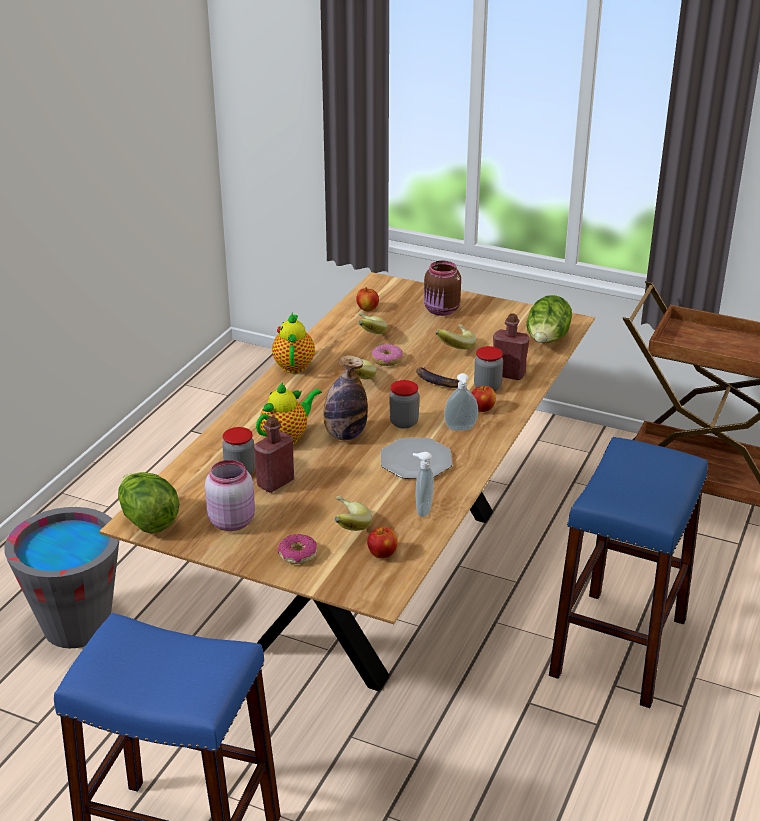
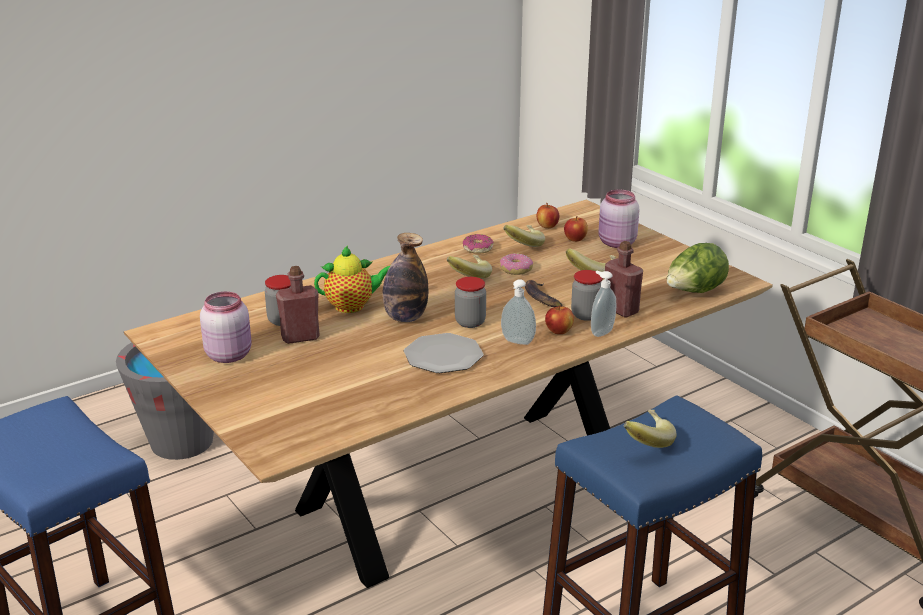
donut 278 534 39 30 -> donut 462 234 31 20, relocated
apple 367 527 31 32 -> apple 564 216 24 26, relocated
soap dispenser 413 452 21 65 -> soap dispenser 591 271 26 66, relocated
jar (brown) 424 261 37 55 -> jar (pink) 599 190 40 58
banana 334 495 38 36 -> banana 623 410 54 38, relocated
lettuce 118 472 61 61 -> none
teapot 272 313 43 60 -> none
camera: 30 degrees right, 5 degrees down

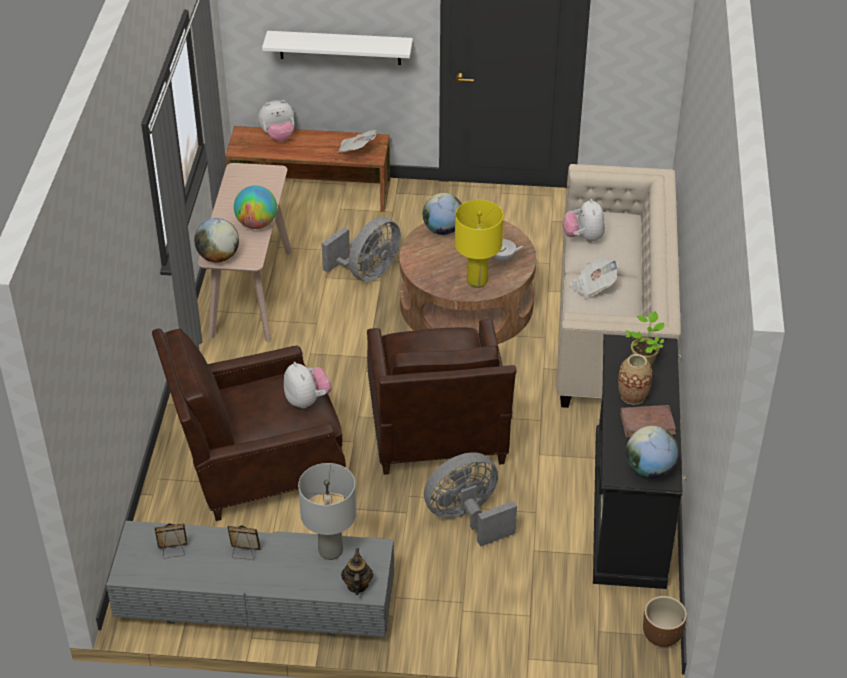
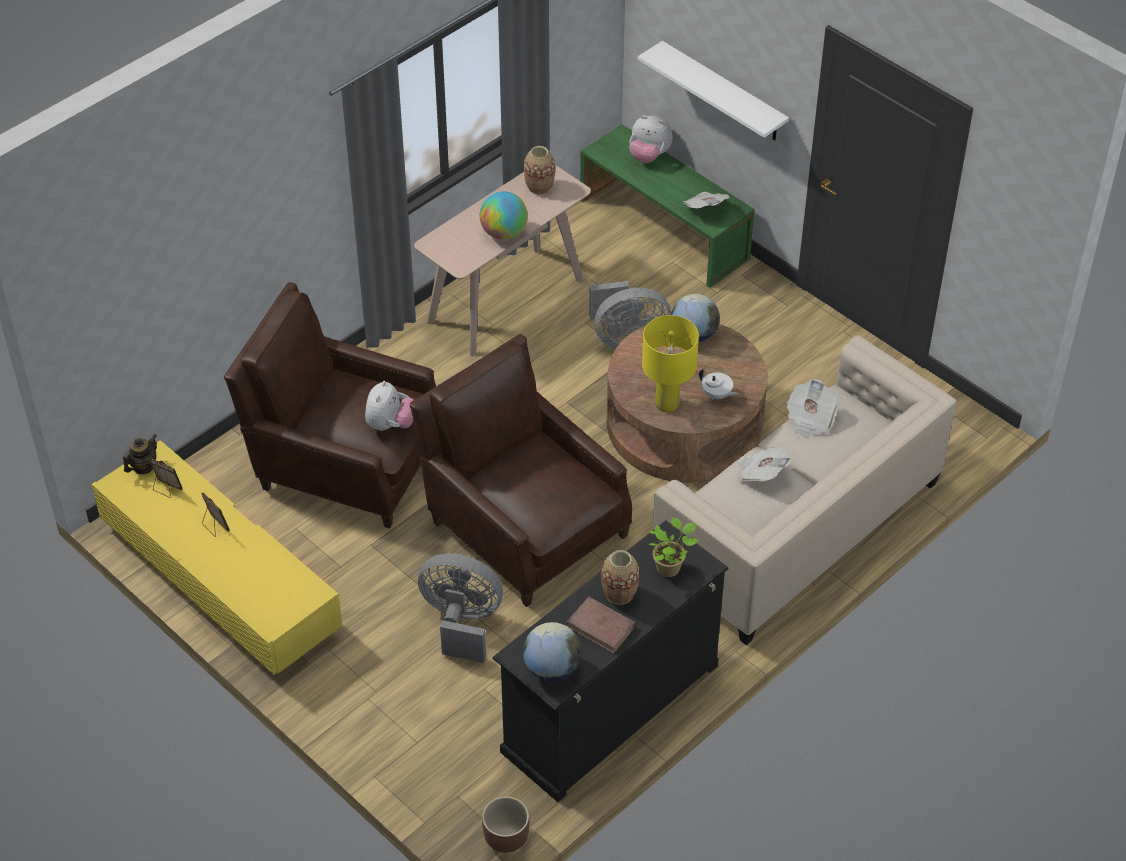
tv stand (grey) 106 521 288 116 -> tv stand (yellow) 91 440 252 235
teapot 341 548 32 47 -> teapot 123 434 34 40, relocated
armchair (brown) 367 319 149 156 -> armchair (brown) 410 334 222 273, 105 degrees clockwise
none -> vase 524 146 31 49
bench (brown) 225 126 165 86 -> bench (green) 580 124 175 164
plush toy 563 199 42 44 -> newspaper 786 379 53 59
globe 194 218 45 44 -> none
table lamp (grey) 298 463 59 97 -> none
camera: 40 degrees right, 5 degrees up

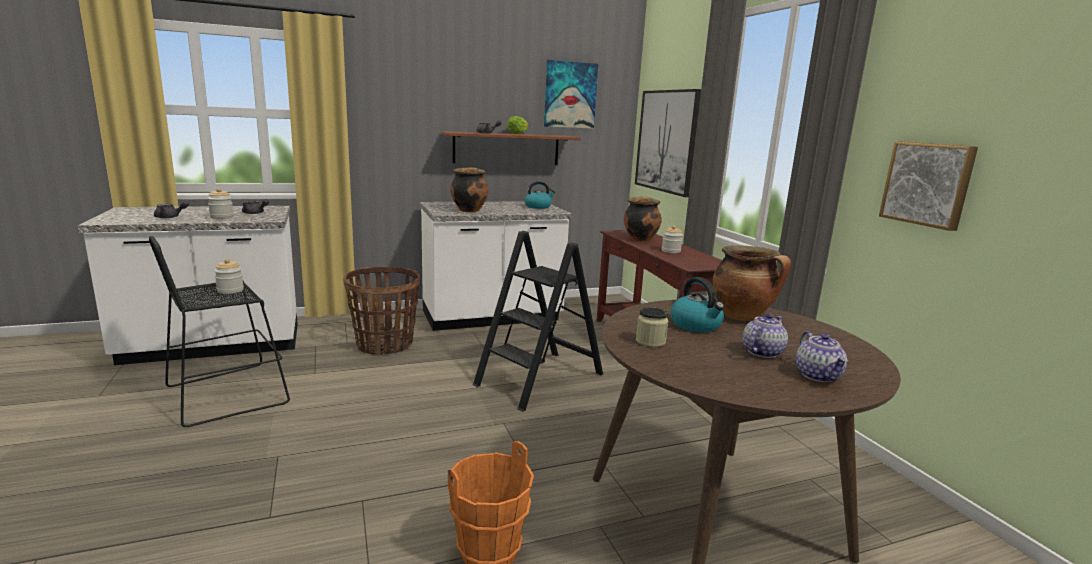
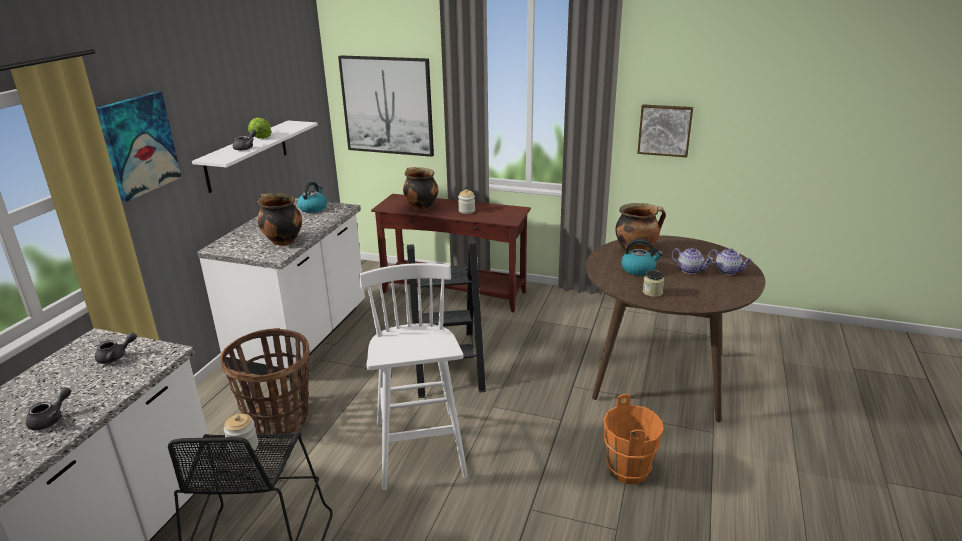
picture 544 60 54 69 -> picture 96 91 85 111, relocated
shelf (brown) 441 131 140 34 -> shelf (white) 192 120 126 73
none -> stool (white) 359 263 109 227
teapot 743 313 45 45 -> teapot 671 248 42 26, 135 degrees clockwise
jar 207 188 27 31 -> none
camera: 50 degrees left, 10 degrees up

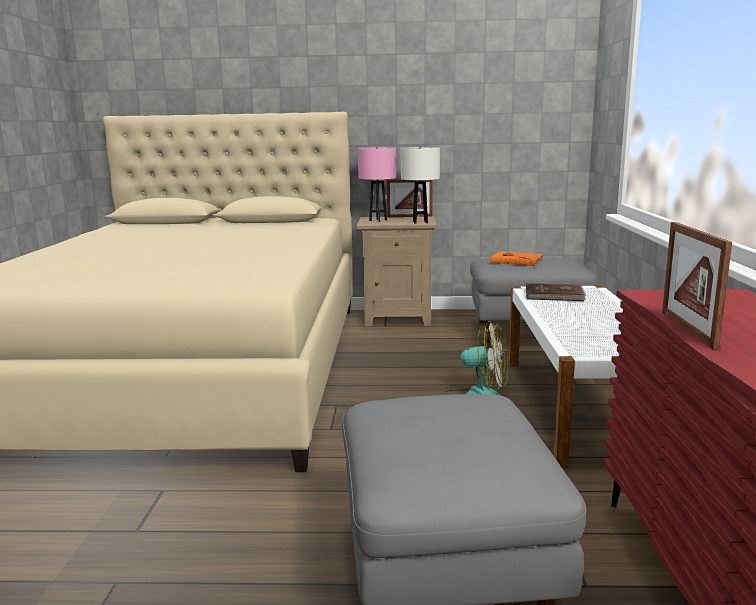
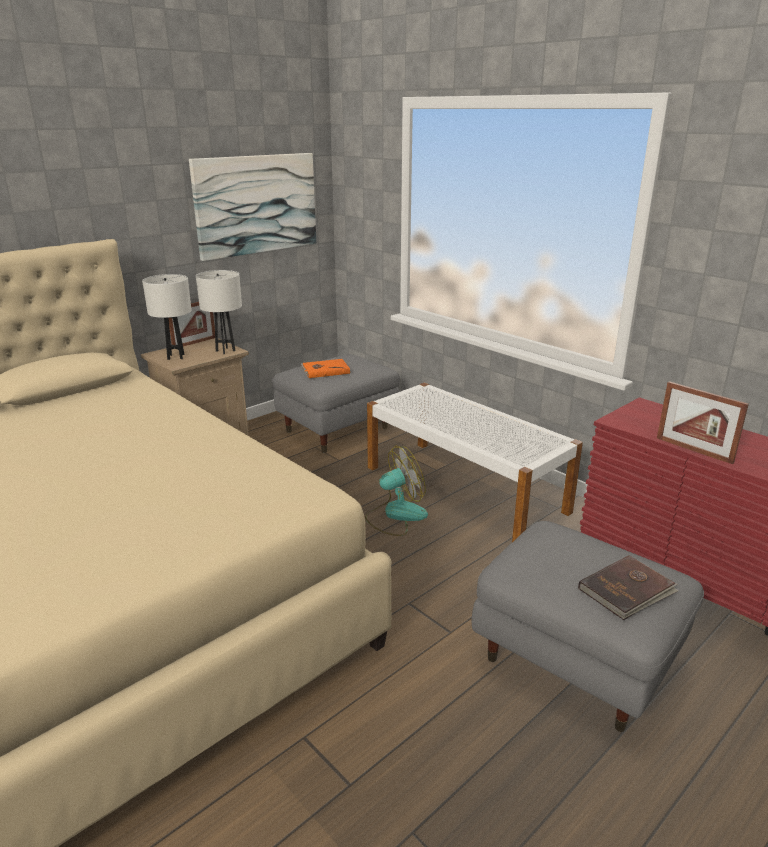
table lamp (pink) 358 147 38 75 -> table lamp (white) 142 274 50 86
none -> picture 189 153 127 108
book (brown) 526 283 61 18 -> book (brown) 578 555 101 65, relocated
camera: 45 degrees left, 10 degrees up

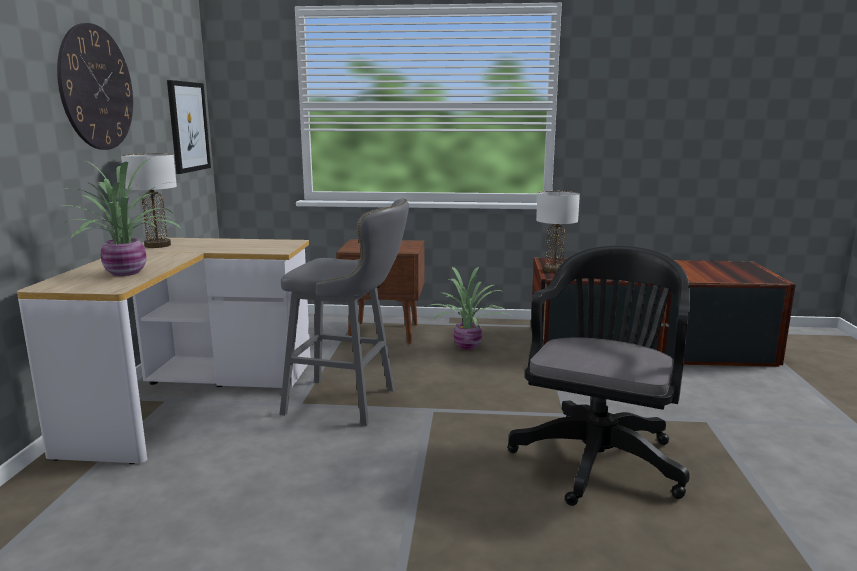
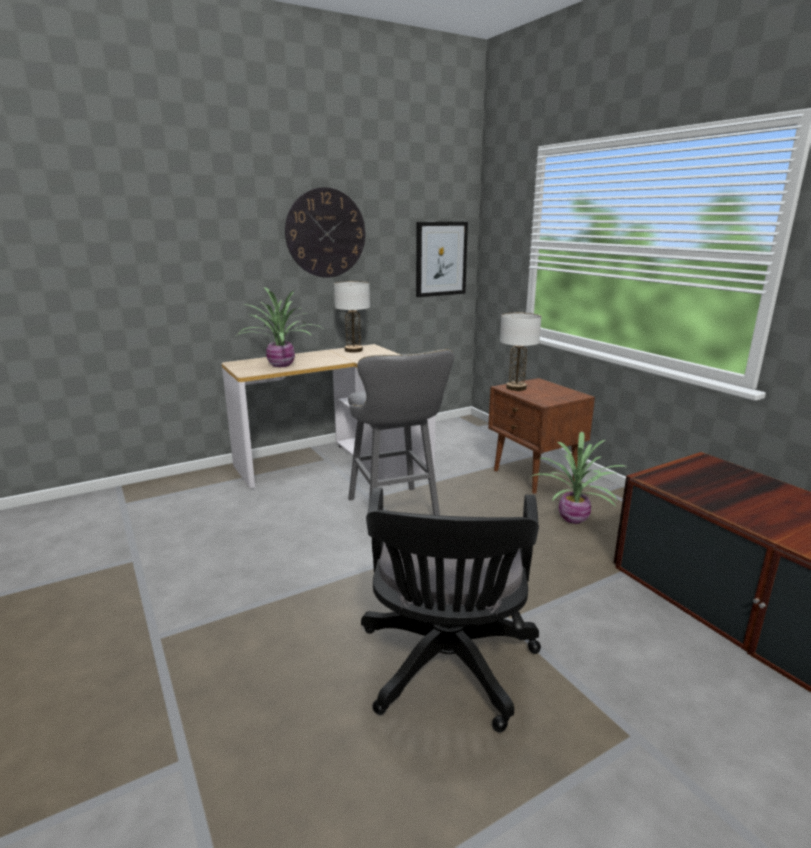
office chair (black) 507 246 183 260 -> office chair (black) 361 487 180 245, 105 degrees clockwise
table lamp 536 191 44 82 -> table lamp 500 313 42 78, relocated
camera: 55 degrees right, 5 degrees up

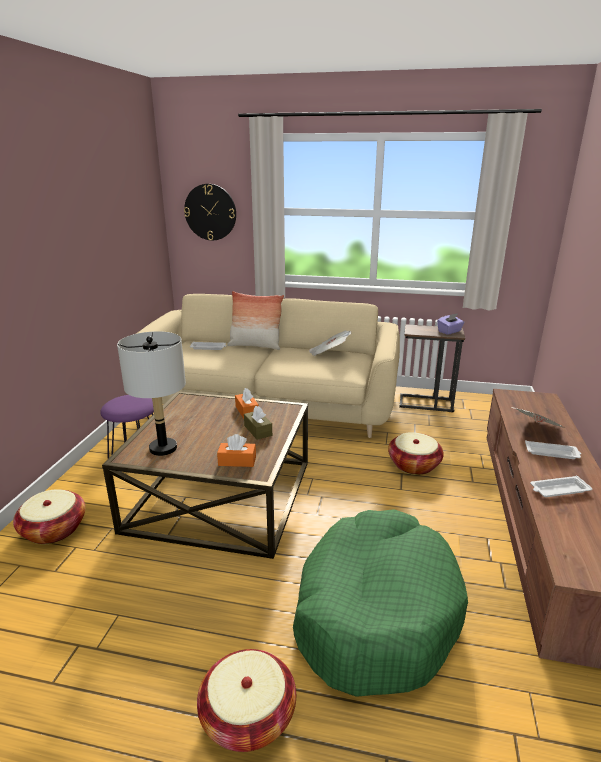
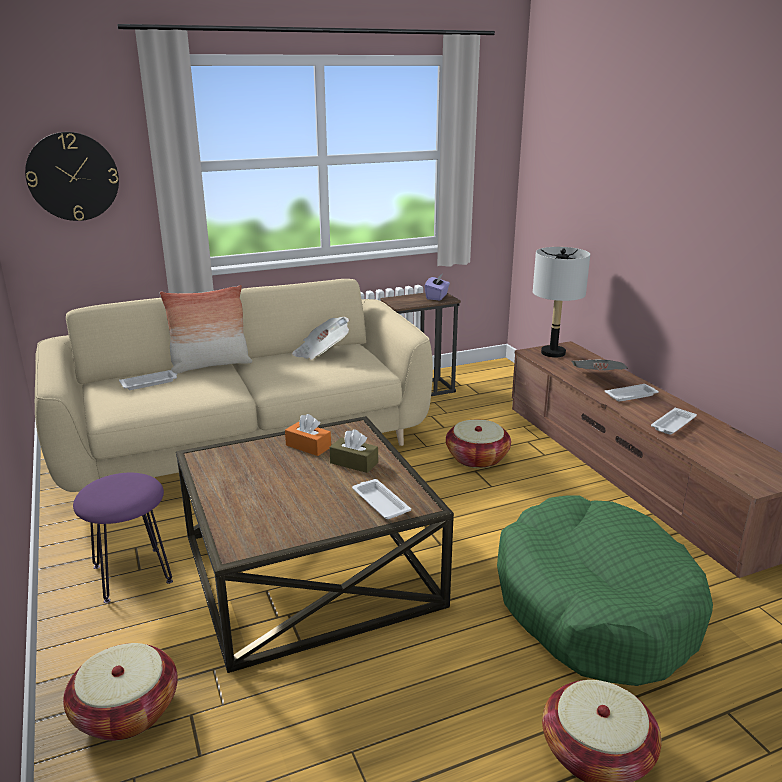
tissue box (orange) 217 434 39 33 -> tray (white) 352 479 59 40
table lamp (grey) 117 331 69 125 -> table lamp (grey) 533 247 57 111, relocated
camera: 35 degrees left, 0 degrees up

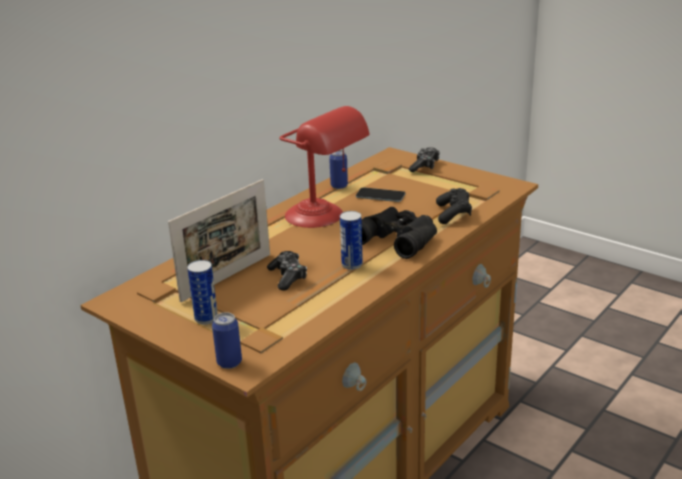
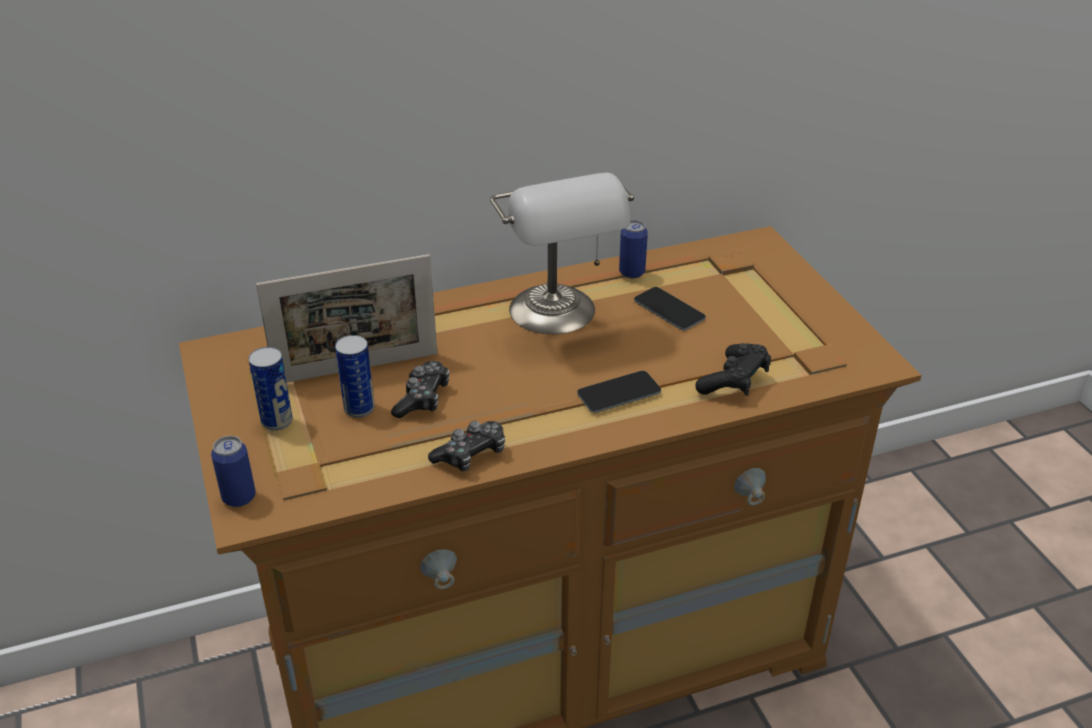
can 340 211 23 59 -> can 335 335 40 83, relocated
game controller 409 148 31 24 -> game controller 428 421 77 51, relocated
table lamp (red) 279 106 90 122 -> table lamp (white) 490 173 144 161
binoculars (black) 361 207 76 52 -> phone 577 371 84 42
camera: 30 degrees right, 10 degrees up

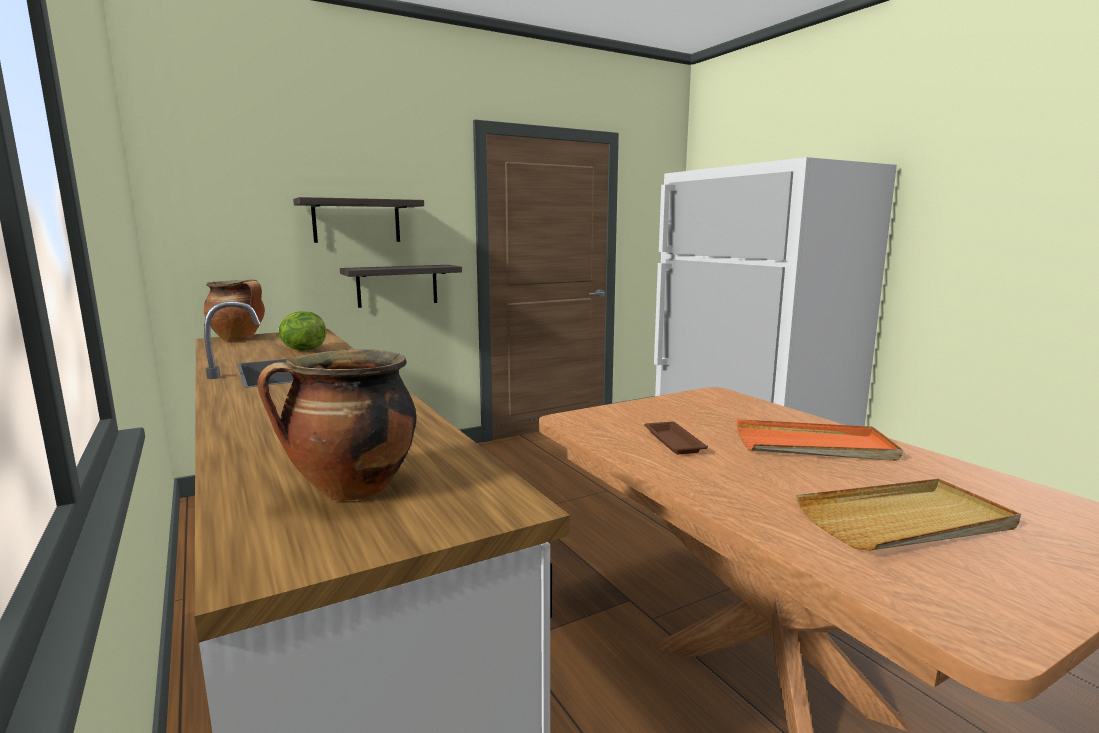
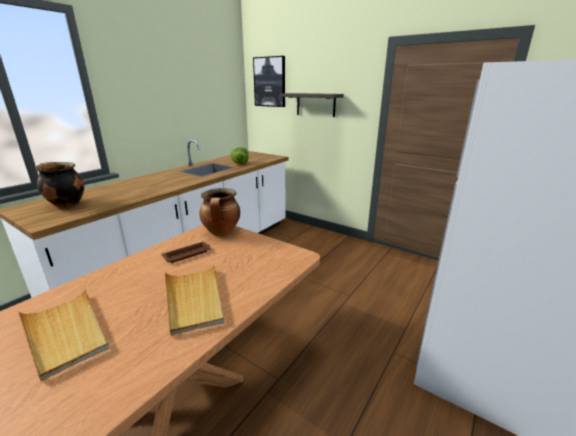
tray (orange) 737 419 166 42 -> tray (beige) 165 263 59 72
cooking pot 204 280 61 61 -> cooking pot 199 188 41 48, relocated
none -> picture 253 56 32 51
shelf 340 265 122 43 -> none
camera: 65 degrees right, 10 degrees up

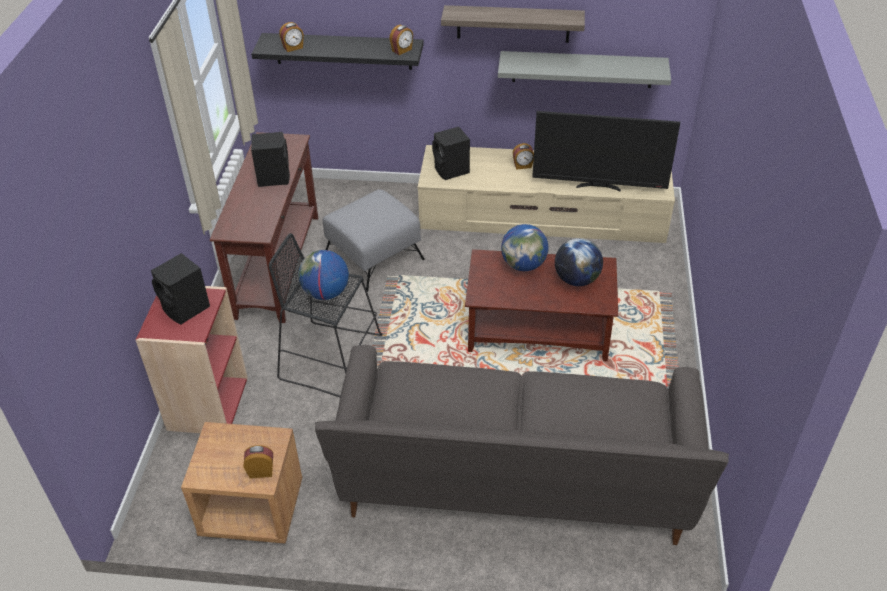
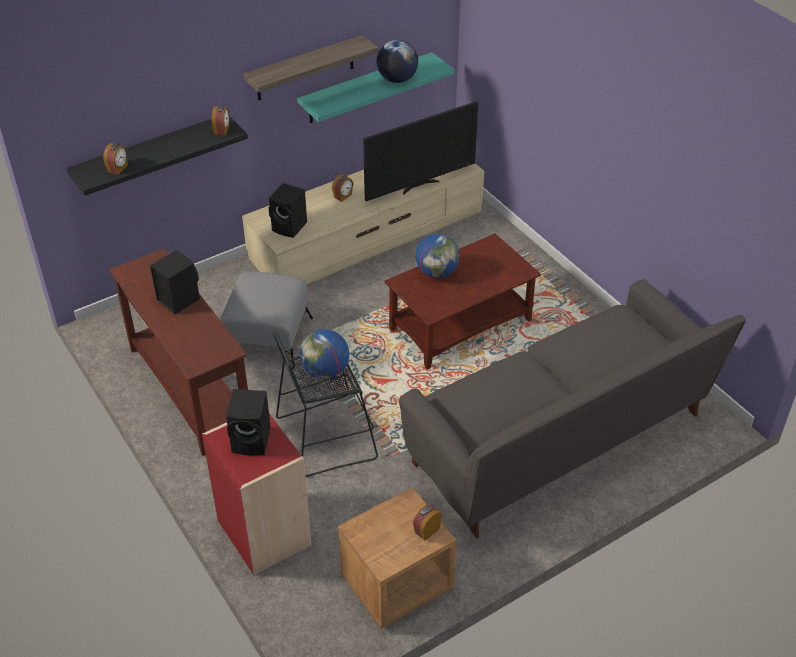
shelf (grey) 498 51 173 37 -> shelf (turquoise) 297 52 157 71
globe 555 238 48 48 -> globe 376 40 42 43, relocated
camera: 40 degrees left, 0 degrees up

